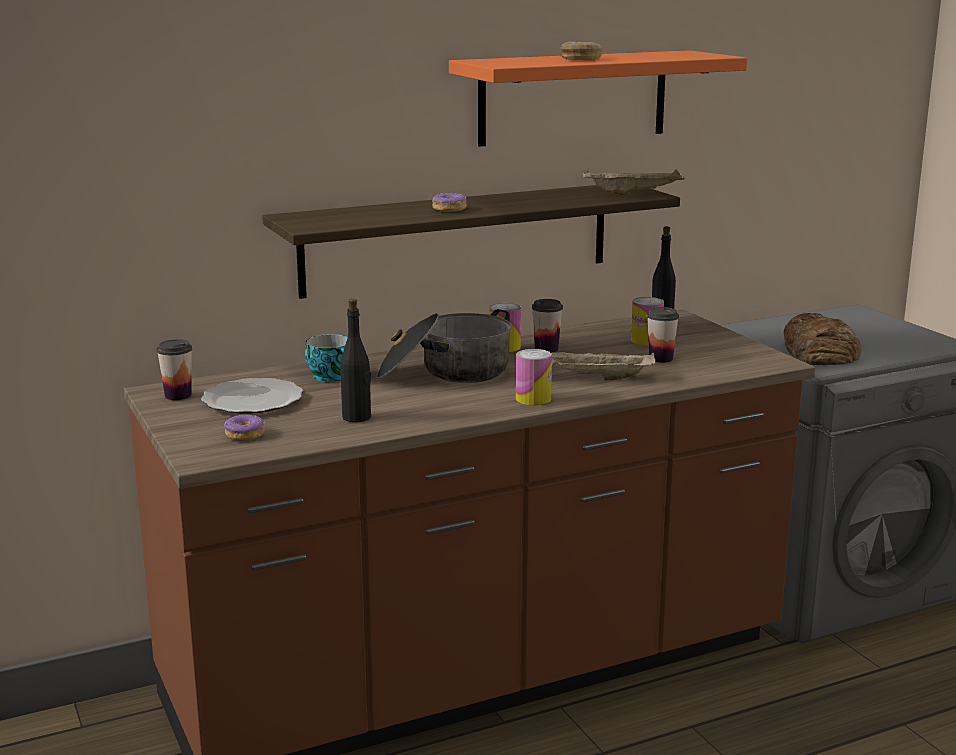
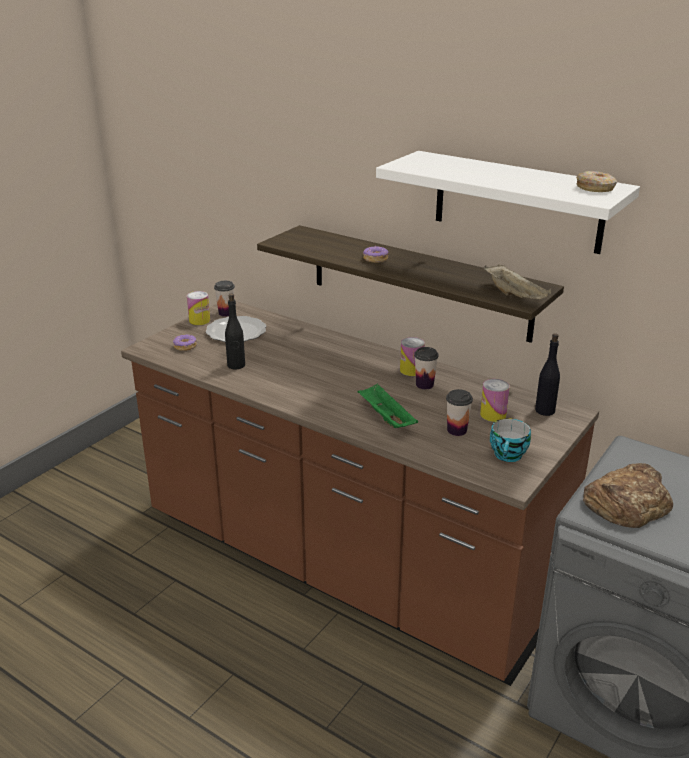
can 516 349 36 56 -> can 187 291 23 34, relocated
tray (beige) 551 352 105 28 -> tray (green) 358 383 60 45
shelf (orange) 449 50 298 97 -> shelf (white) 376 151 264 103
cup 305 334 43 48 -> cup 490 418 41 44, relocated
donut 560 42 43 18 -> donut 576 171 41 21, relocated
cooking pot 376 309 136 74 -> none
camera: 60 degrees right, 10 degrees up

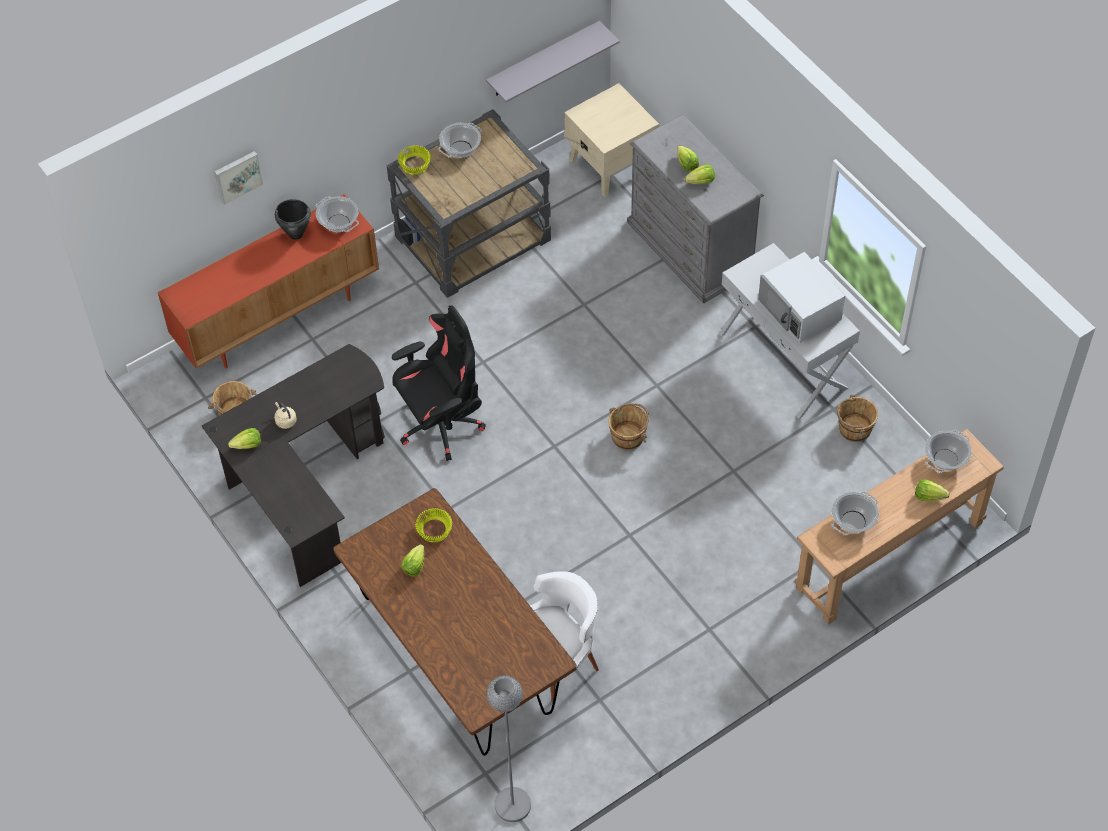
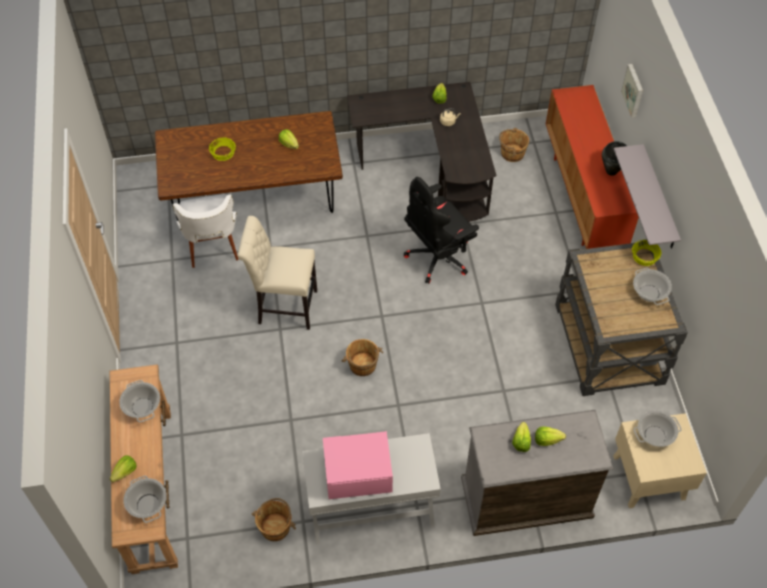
bowl (yellow) 415 508 37 34 -> bowl (yellow) 209 137 27 24, relocated
none -> stool (beige) 238 216 79 114
microwave (white) 758 252 87 91 -> microwave (pink) 323 429 70 70
office chair (black) 392 305 94 156 -> office chair (black) 404 177 75 107, 60 degrees clockwise
shelf (grey) 486 21 134 81 -> shelf (grey) 614 144 67 104, relocated
cooking pot 316 196 43 36 -> cooking pot 634 411 48 36, relocated
floor lamp (grey) 487 676 44 146 -> none
camera: 115 degrees right, 0 degrees up

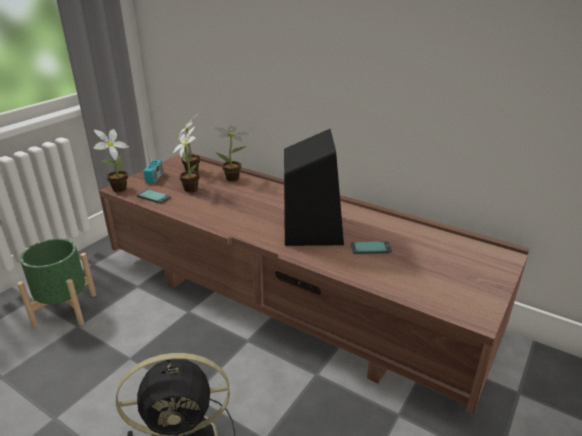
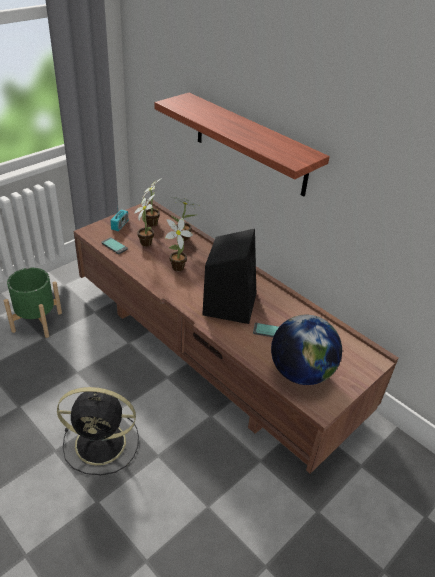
none -> shelf 154 93 176 103
potted plant 94 129 35 63 -> potted plant 165 217 28 54, relocated
none -> globe 271 315 71 70
camera: 10 degrees right, 10 degrees up

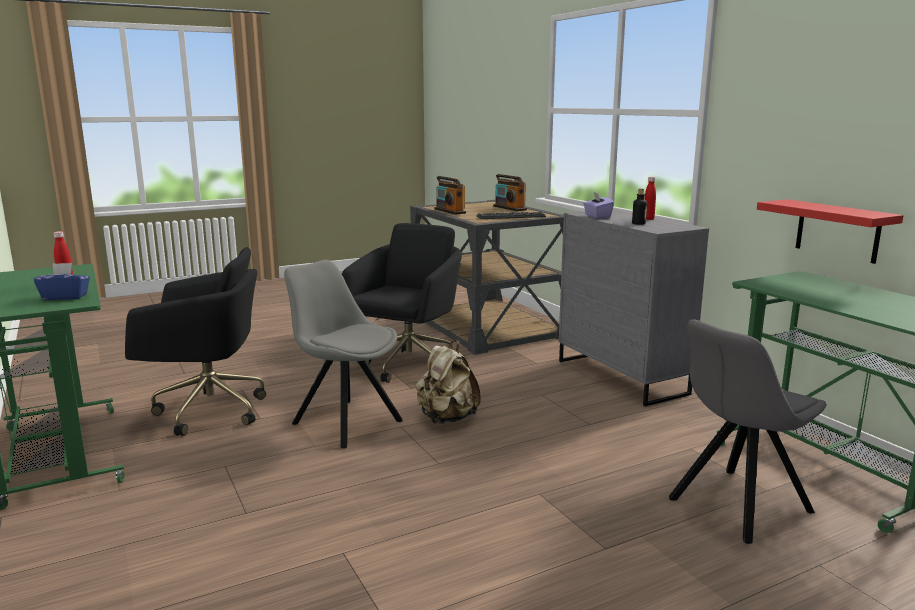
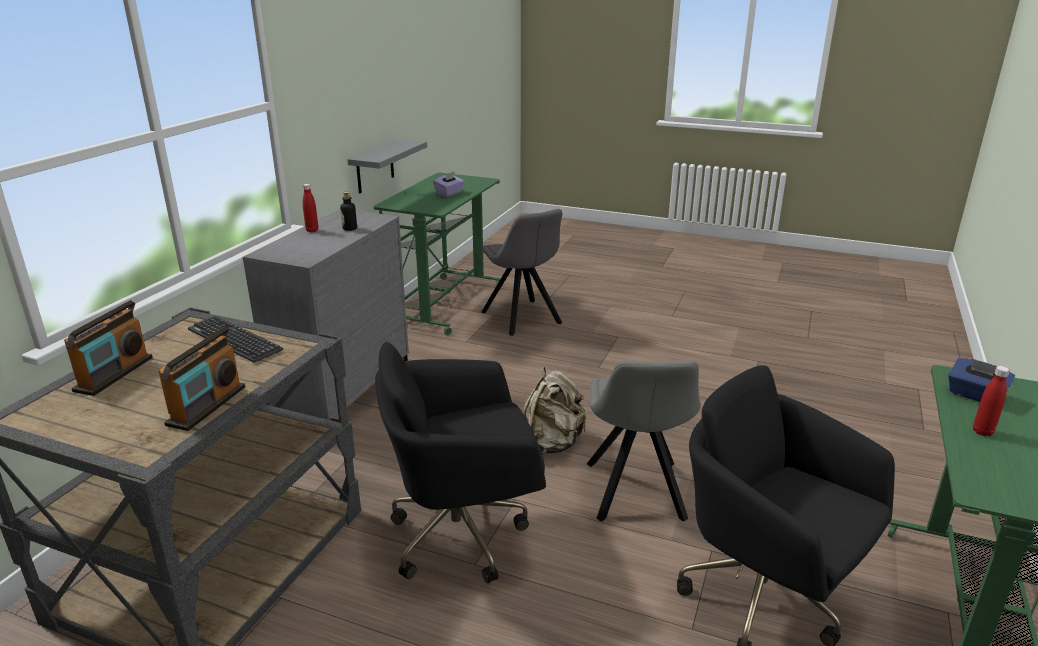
shelf (red) 757 199 147 65 -> shelf (grey) 347 139 80 55
tissue box (purple) 583 192 31 27 -> tissue box (purple) 433 172 31 25, relocated
chair (grey) 669 319 158 225 -> chair (grey) 481 209 81 127, 45 degrees clockwise
camera: 130 degrees left, 10 degrees up

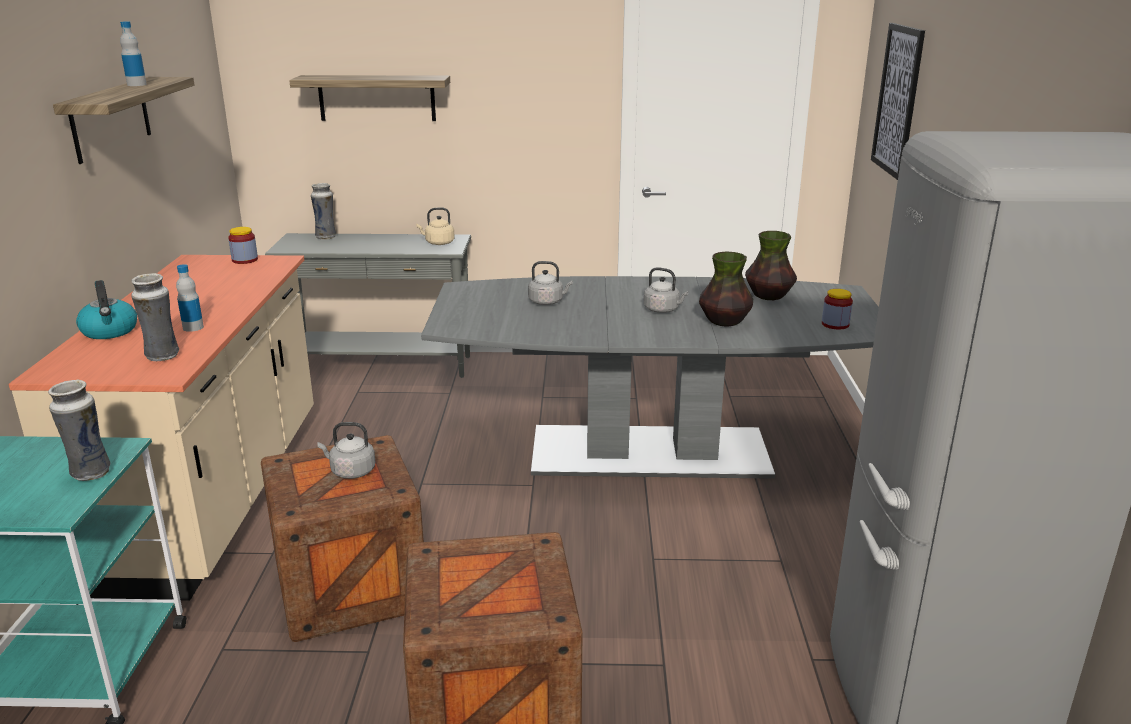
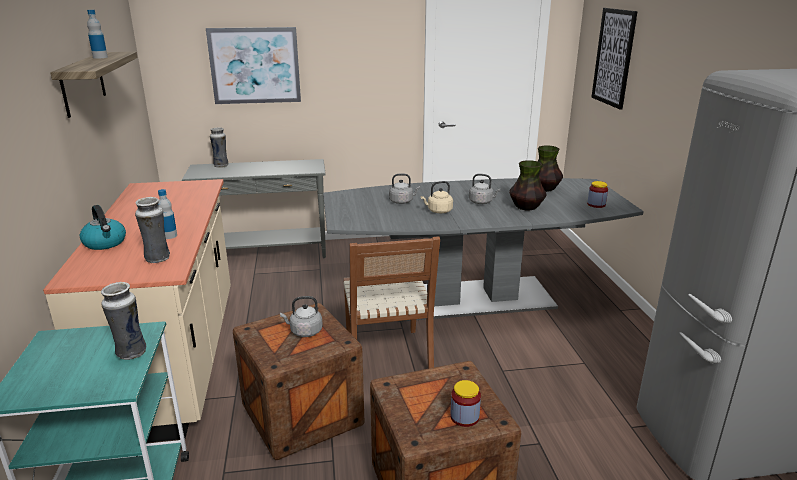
shelf 289 75 161 46 -> picture 206 27 95 77
none -> chair 344 237 96 132
kettle (beige) 416 207 39 38 -> kettle (beige) 421 181 32 32, relocated
jar 228 227 30 37 -> jar 450 380 31 47, relocated
camera: 10 degrees left, 0 degrees up

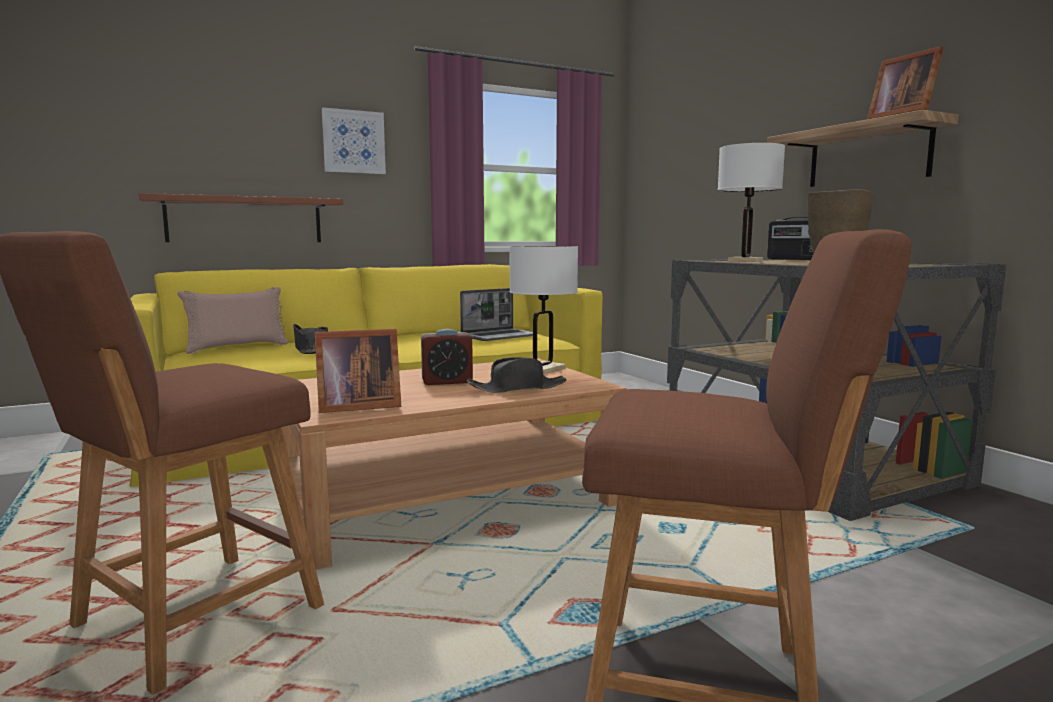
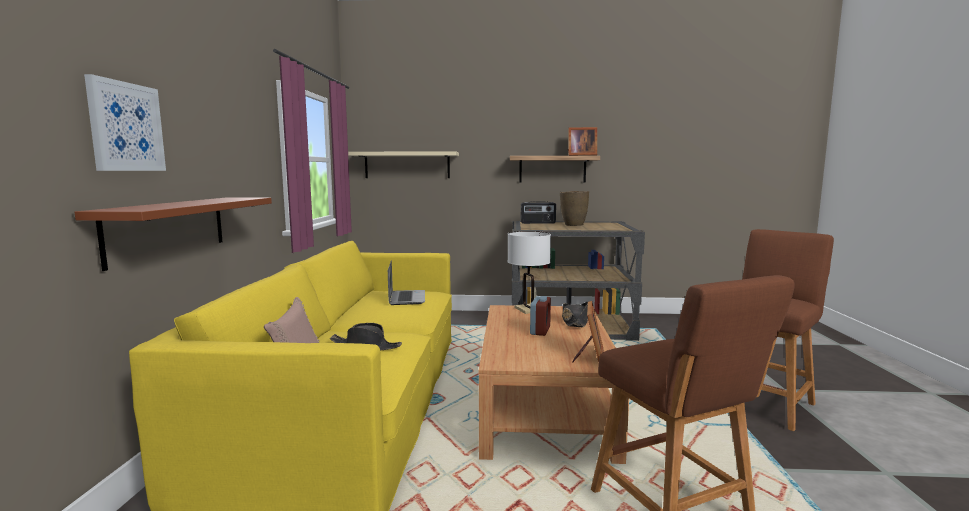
picture 322 107 64 67 -> picture 84 74 82 97, relocated
none -> shelf (beige) 348 151 111 27
table lamp (white) 718 143 67 119 -> none
camera: 60 degrees left, 0 degrees up

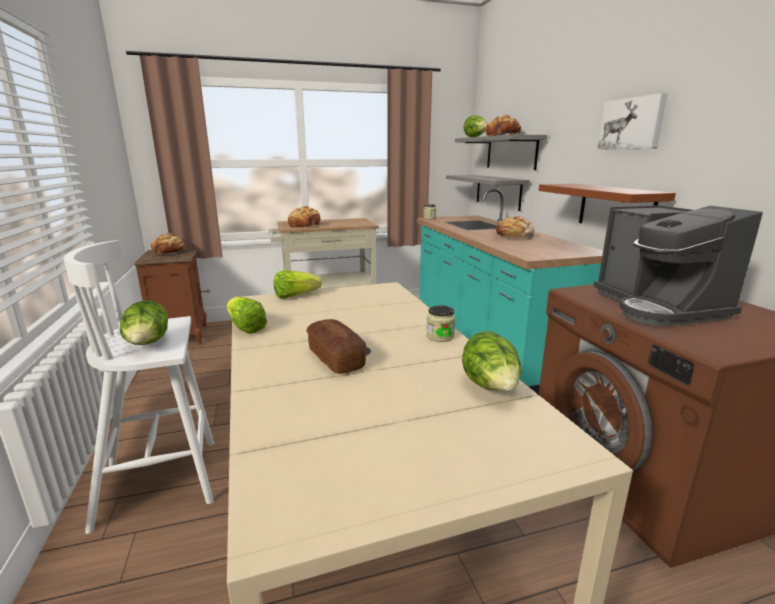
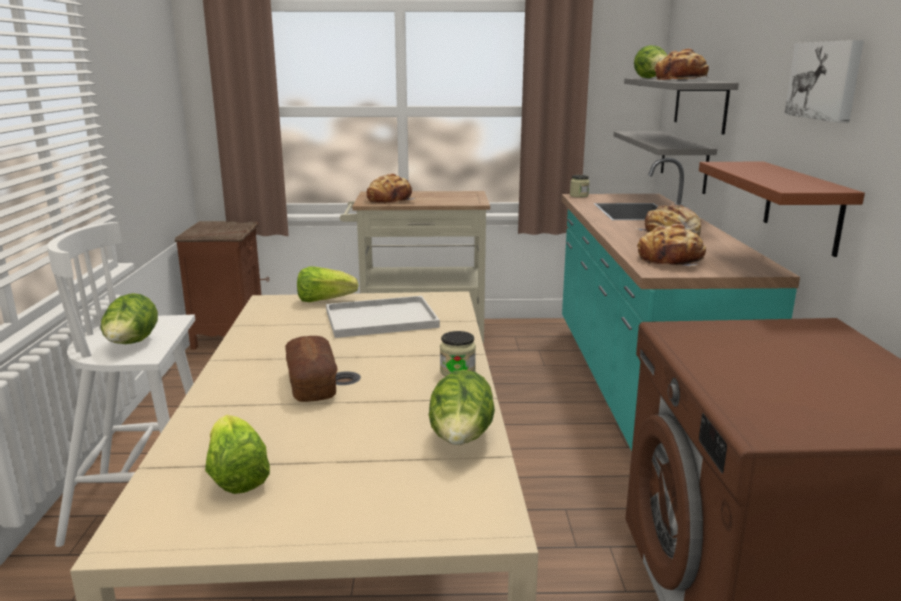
lettuce 227 297 40 37 -> lettuce 205 415 65 79, relocated
none -> tray (white) 326 296 114 42
bread 151 233 35 21 -> bread 637 224 69 43, relocated
coffee machine 593 205 170 121 -> none
camera: 15 degrees right, 0 degrees up

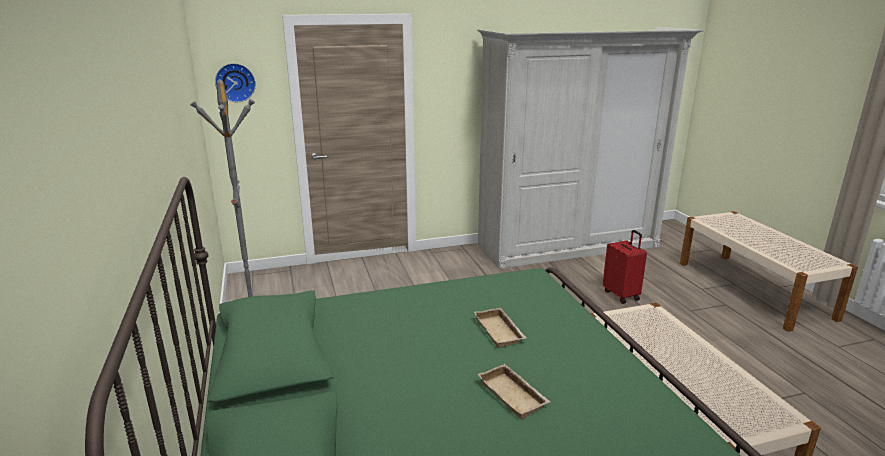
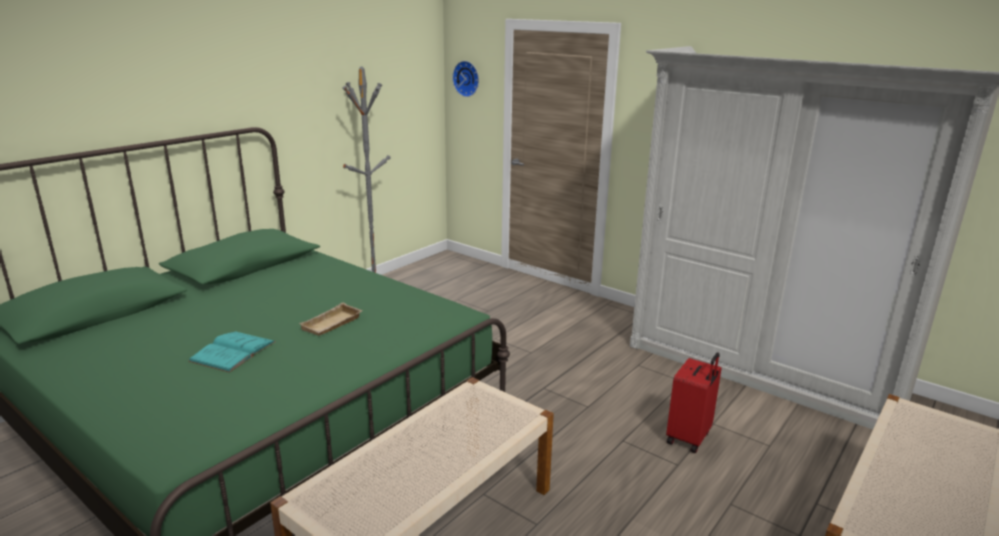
tray (beige) 477 364 74 56 -> book (turquoise) 188 331 88 42
camera: 55 degrees right, 0 degrees up

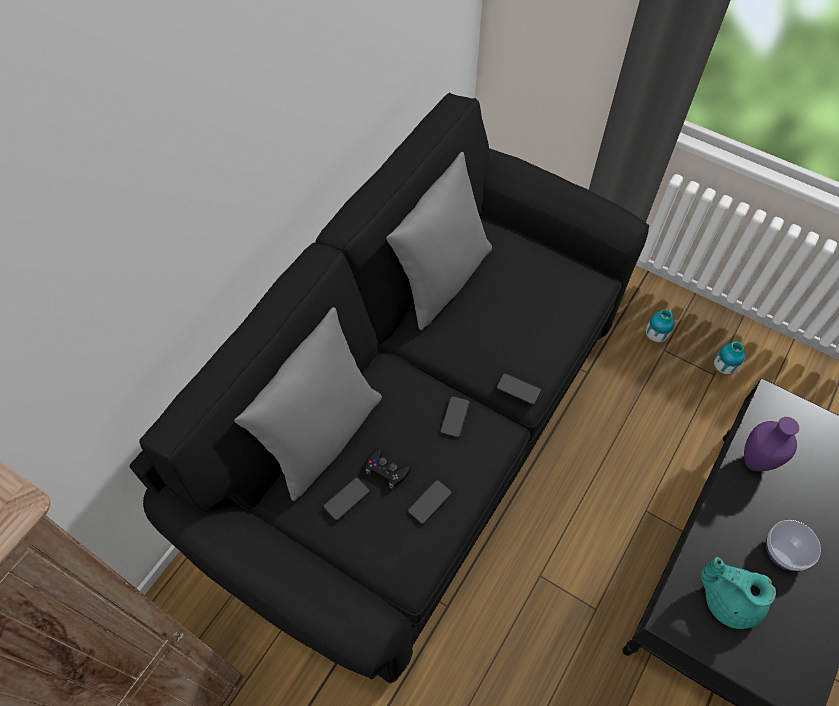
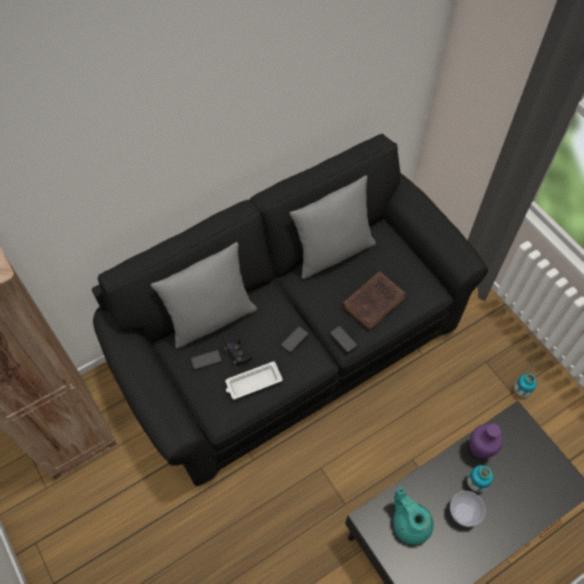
phone 407 480 45 45 -> tray (white) 225 361 58 38
none -> book (brown) 342 271 64 59
vase 646 309 28 35 -> vase 467 465 26 27, relocated
camera: 25 degrees right, 0 degrees up

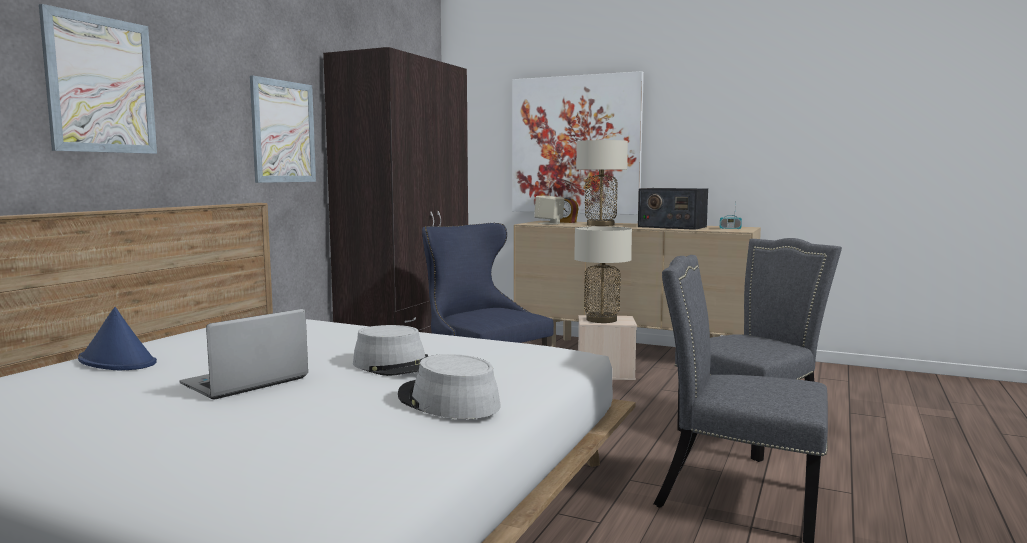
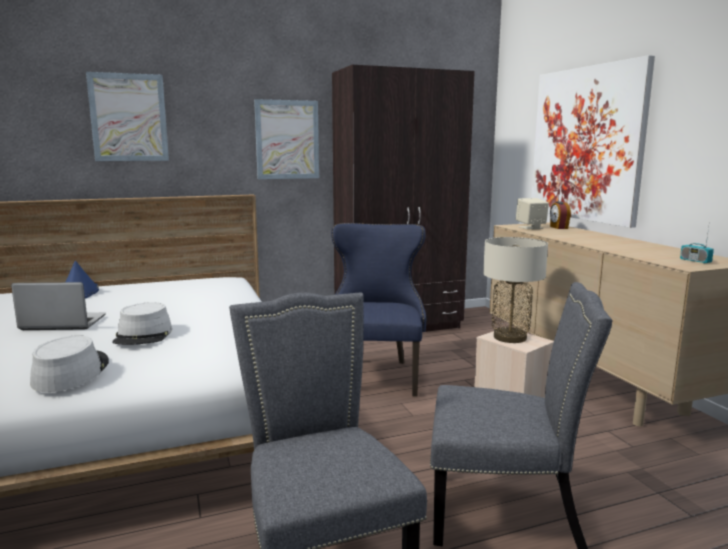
table lamp 576 140 52 86 -> none
radio 638 188 70 42 -> none
camera: 45 degrees right, 5 degrees up

